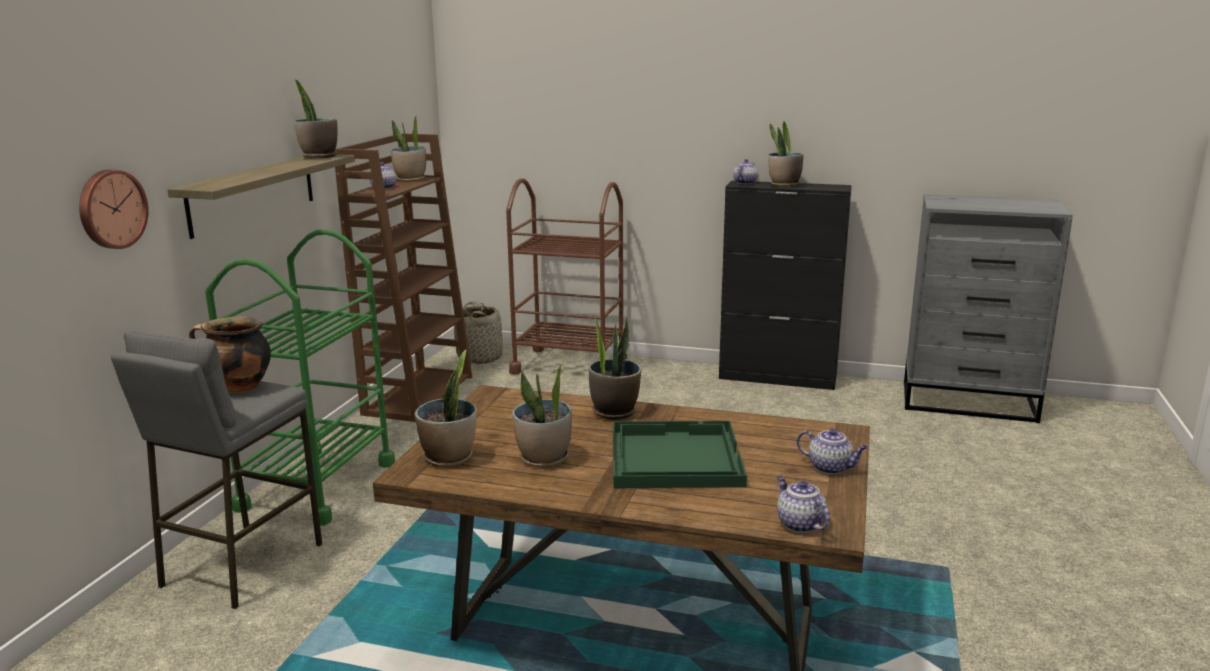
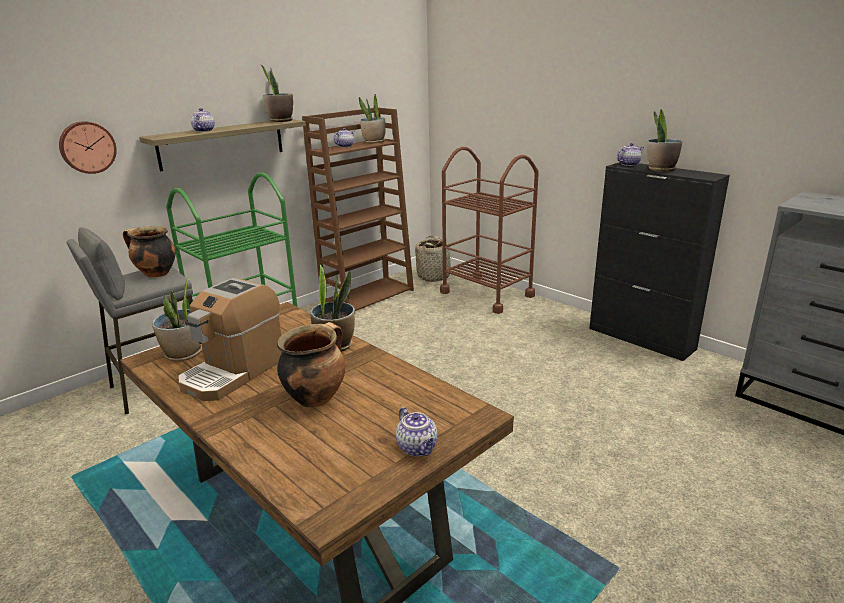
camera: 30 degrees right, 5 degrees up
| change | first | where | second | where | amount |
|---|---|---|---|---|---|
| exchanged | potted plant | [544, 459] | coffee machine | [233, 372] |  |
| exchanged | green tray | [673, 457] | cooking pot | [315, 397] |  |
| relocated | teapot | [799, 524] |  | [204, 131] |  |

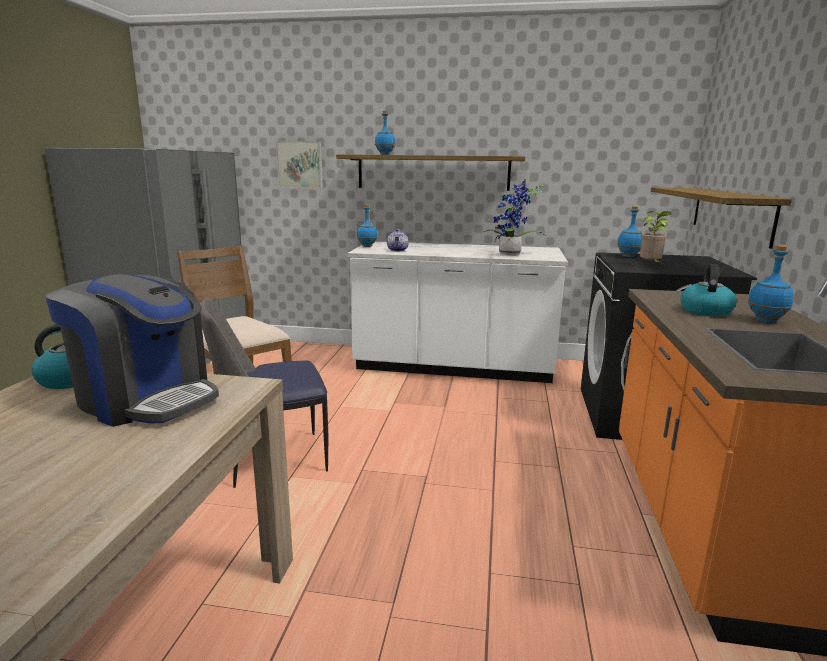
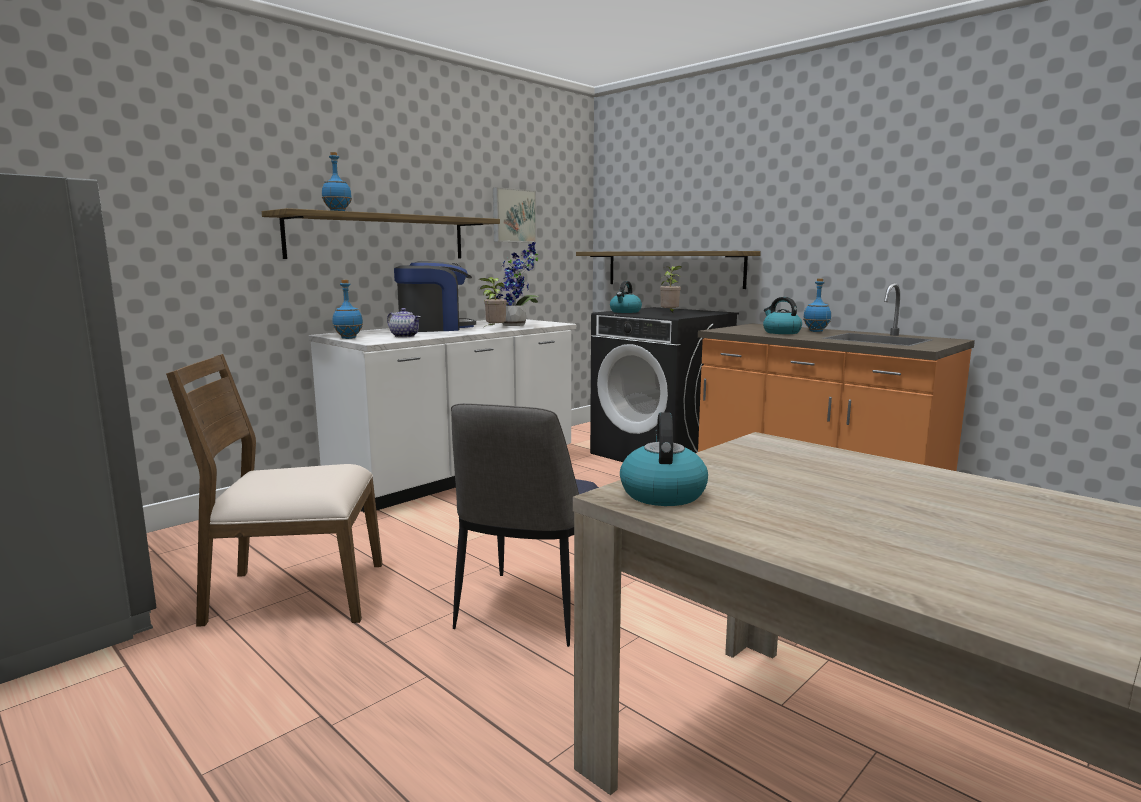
camera: 55 degrees left, 5 degrees down
| change | first | where | second | where | amount |
|---|---|---|---|---|---|
| relocated | picture | [300, 165] |  | [513, 216] |  |
| exchanged | blue bottle | [629, 256] | kettle | [625, 312] |  |
| relocated | coffee machine | [146, 399] |  | [435, 328] |  |
| appeared |  |  | potted plant | [494, 330] |  |

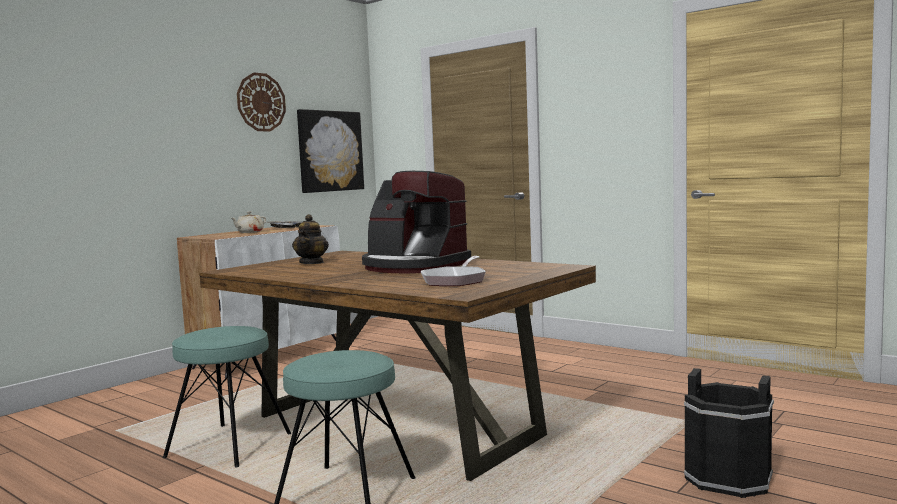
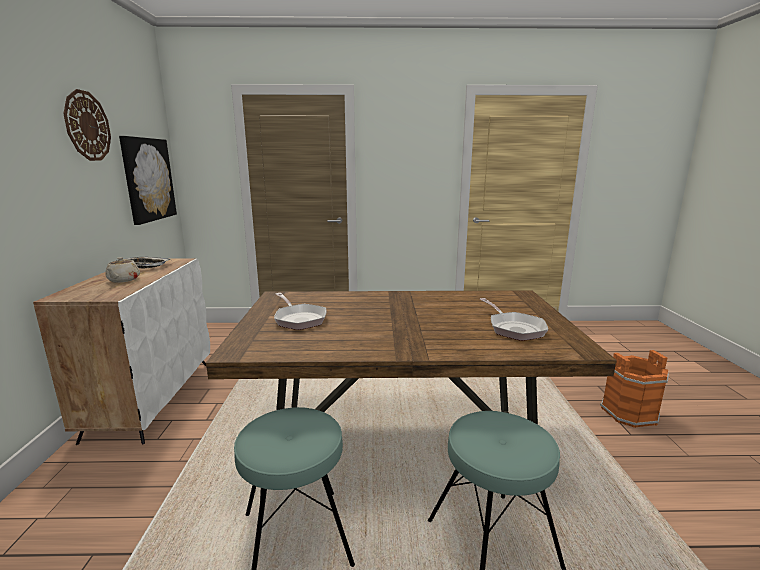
camera: 40 degrees left, 10 degrees up
| change | first | where | second | where | amount |
|---|---|---|---|---|---|
| missing | coffee machine | [413, 266] |  |  |  |
| exchanged | teapot | [312, 263] | frying pan | [299, 319] |  |
| colour | black bucket | [728, 478] | orange bucket | [628, 412] |  |

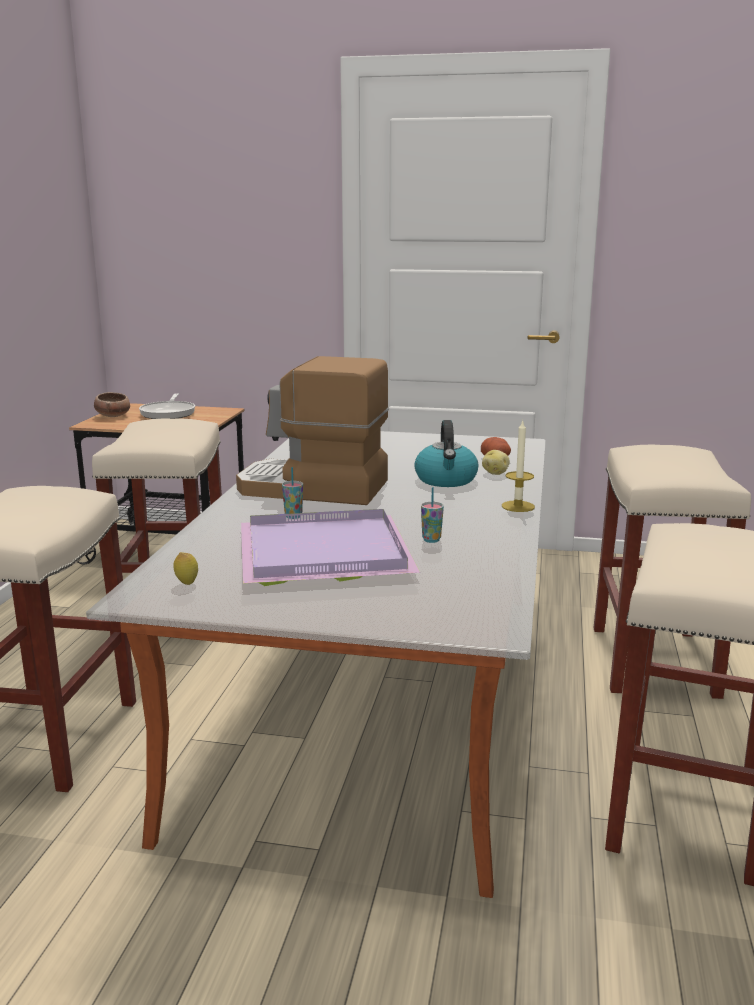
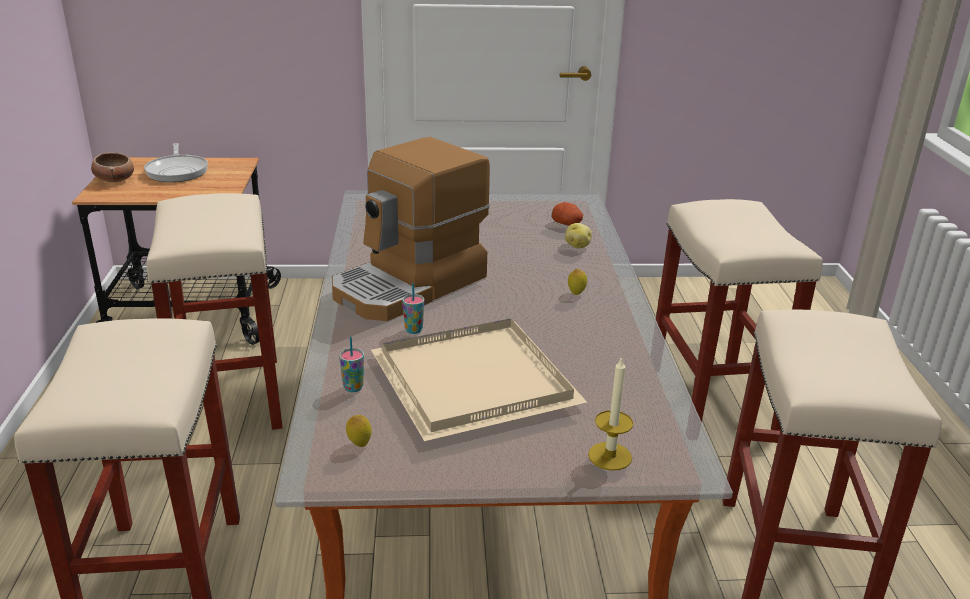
camera: 15 degrees left, 10 degrees up
| change | first | where | second | where | amount |
|---|---|---|---|---|---|
| spun | coffee machine | [312, 488] |  | [410, 285] | 45 degrees counterclockwise |
| relocated | candle | [518, 506] |  | [610, 456] |  |
| missing | kettle | [446, 480] |  |  |  |
| relocated | cup | [431, 540] |  | [353, 388] |  |
| colour | purple tray | [321, 554] | beige tray | [472, 384] |  |
| appeared |  |  | lemon | [576, 293] |  |

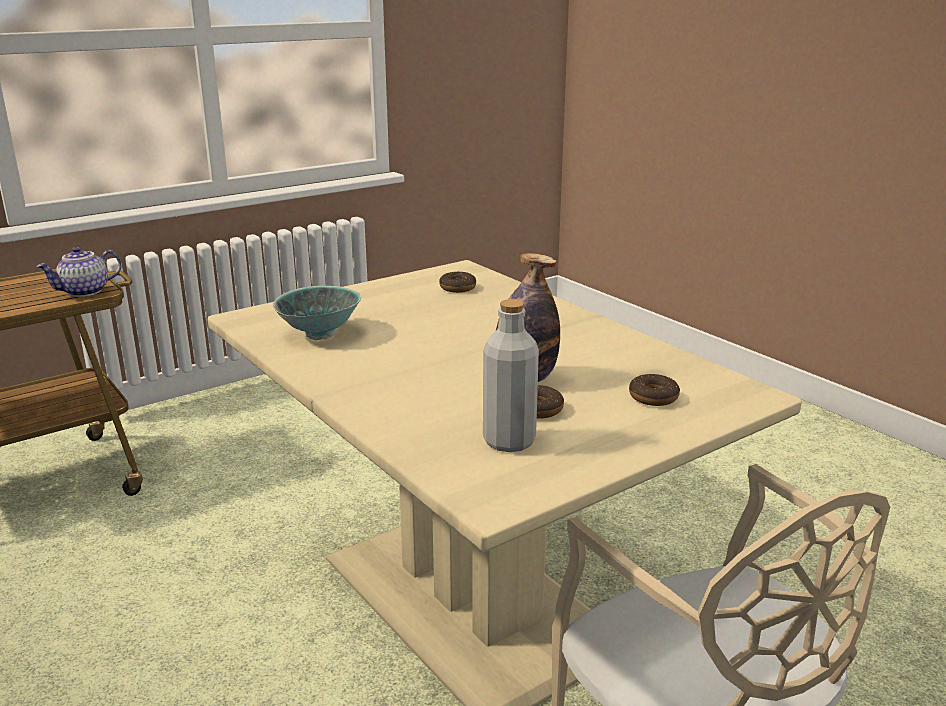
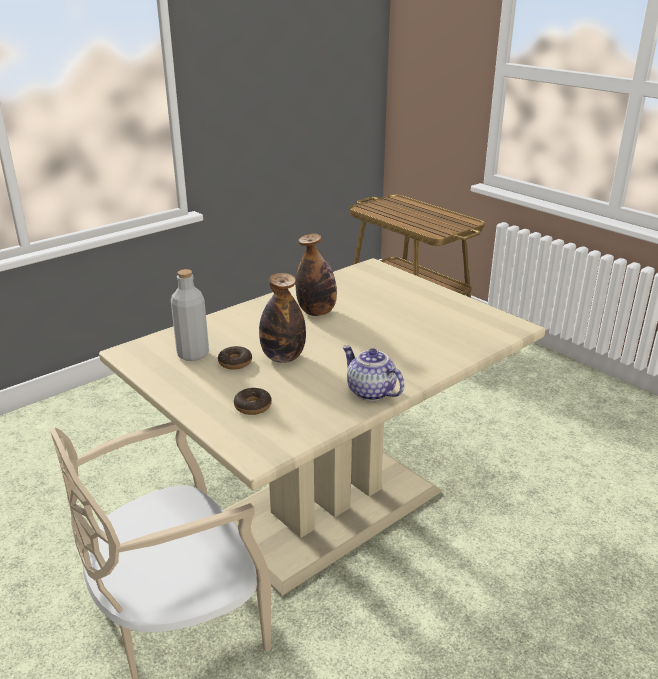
camera: 85 degrees right, 5 degrees up
| change | first | where | second | where | amount |
|---|---|---|---|---|---|
| relocated | teapot | [84, 292] |  | [370, 392] |  |
| missing | donut | [457, 288] |  |  |  |
| missing | bowl | [320, 334] |  |  |  |
| appeared |  |  | bottle | [317, 312] |  |

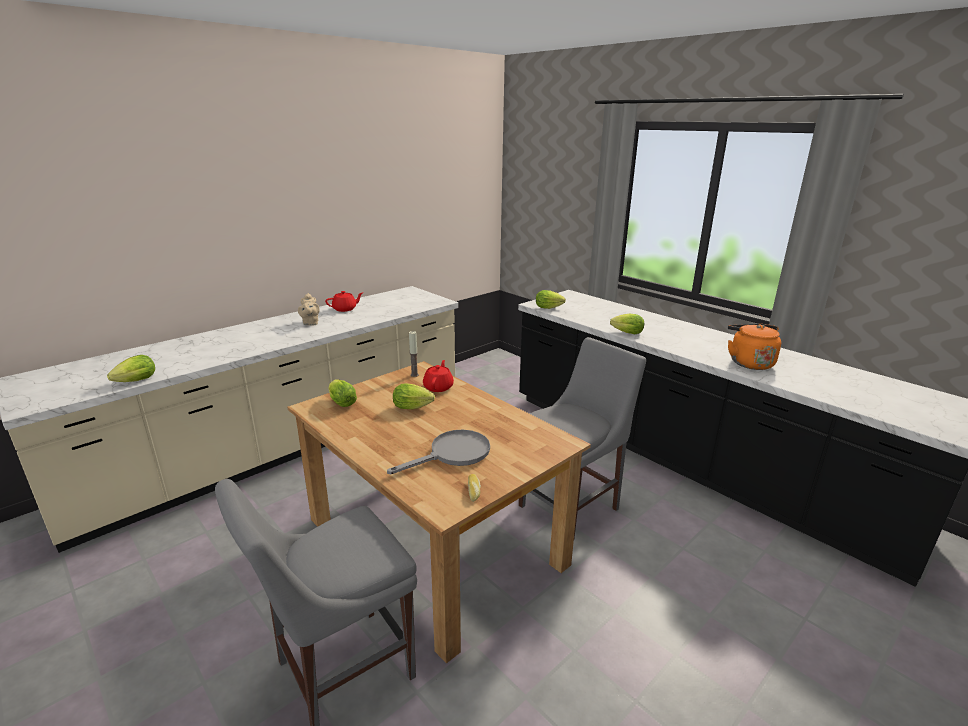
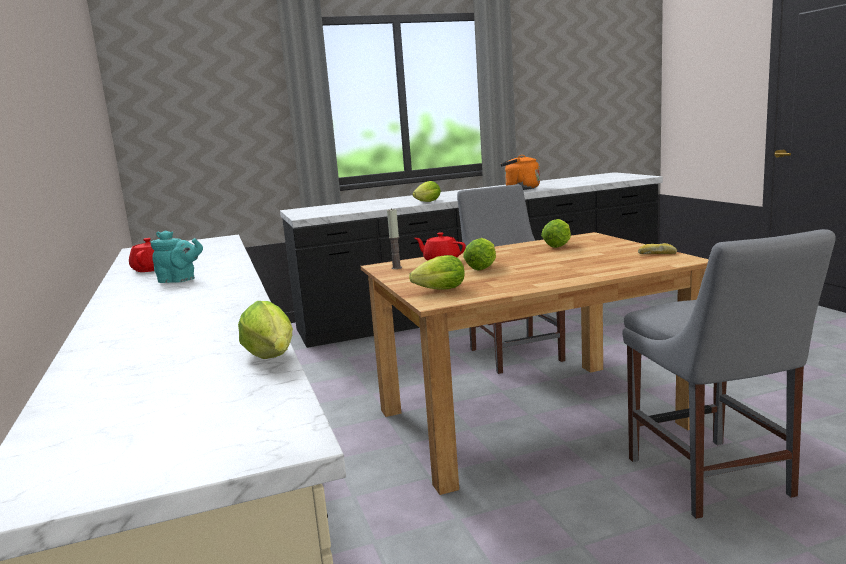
camera: 65 degrees left, 10 degrees down
| change | first | where | second | where | amount |
|---|---|---|---|---|---|
| relocated | lettuce | [550, 308] |  | [558, 245] |  |
| colour | beige teapot | [310, 323] | turquoise teapot | [179, 280] |  |
| missing | grey frying pan | [453, 454] |  |  |  |

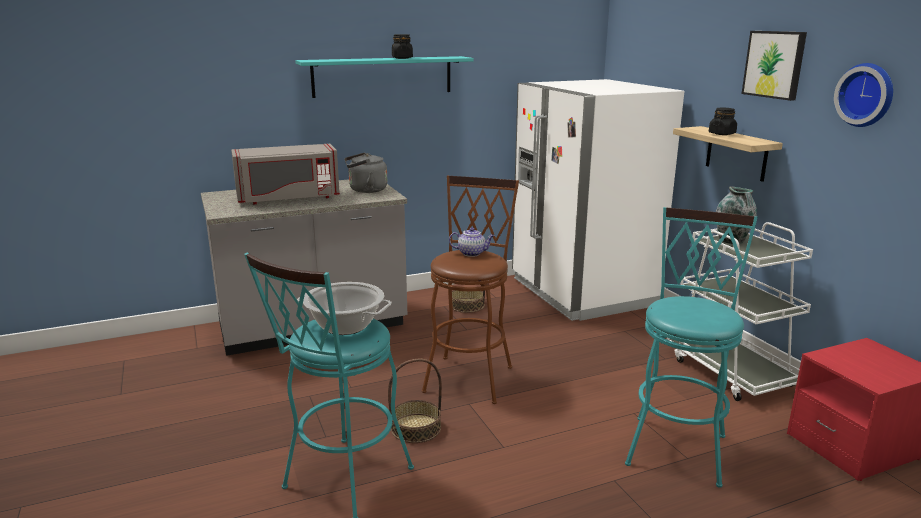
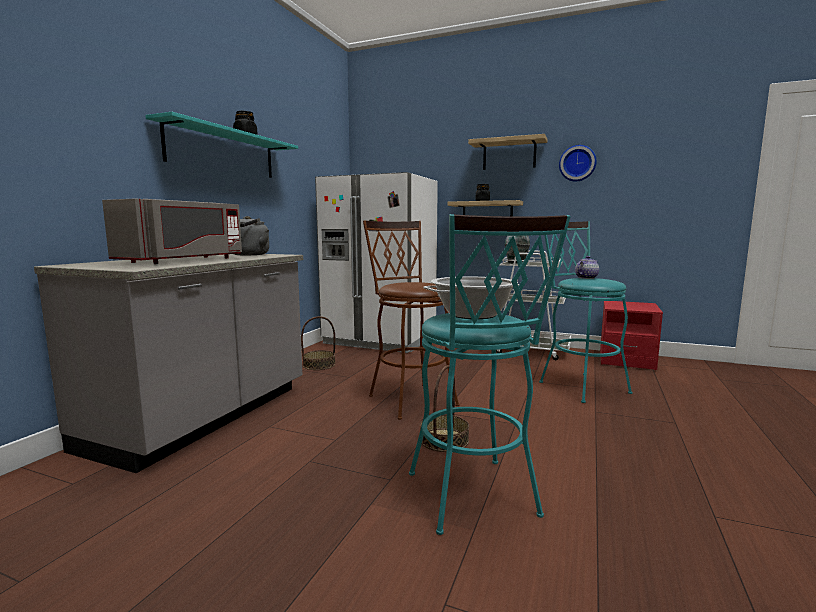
camera: 45 degrees left, 10 degrees down
| change | first | where | second | where | amount |
|---|---|---|---|---|---|
| exchanged | picture | [774, 64] | shelf | [509, 154] |  |
| relocated | teapot | [472, 253] |  | [586, 278] |  |

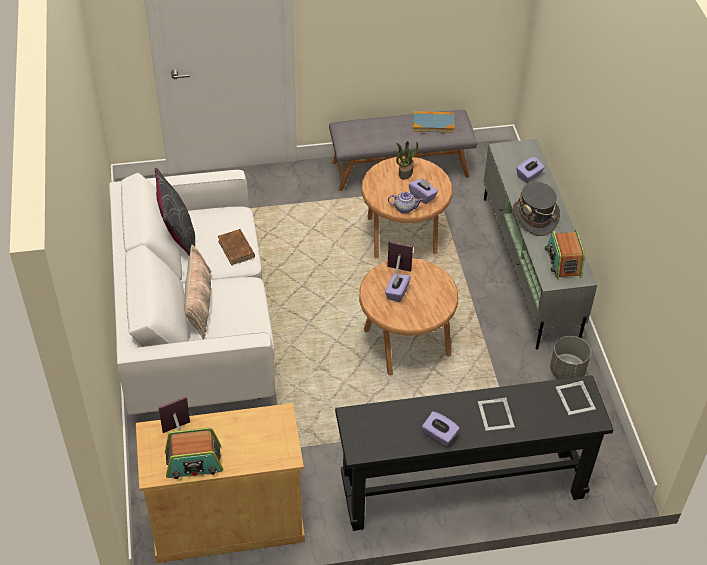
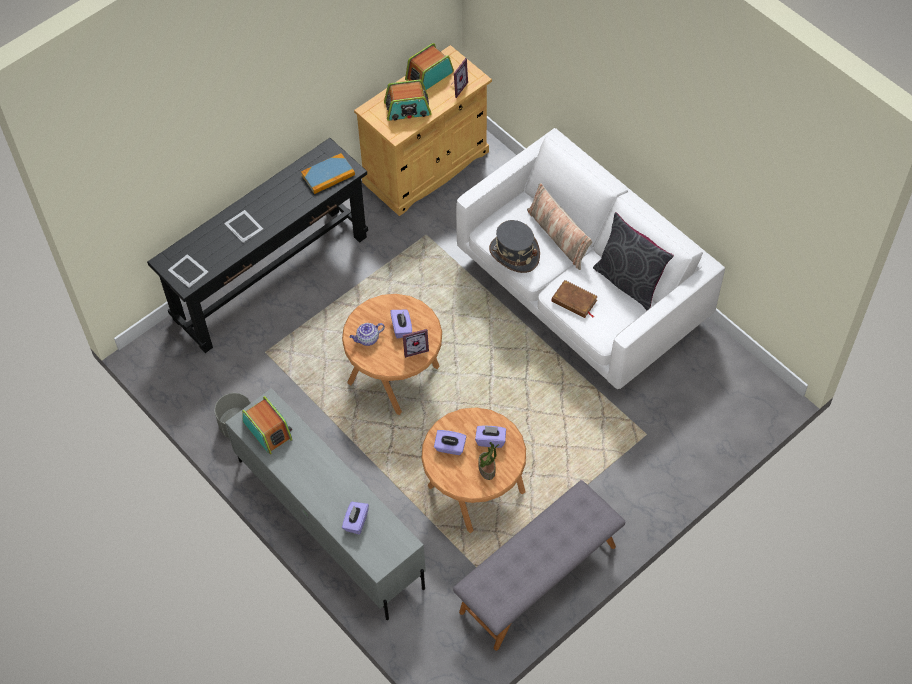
camera: 150 degrees right, 10 degrees up
| change | first | where | second | where | amount |
|---|---|---|---|---|---|
| relocated | book | [433, 123] |  | [328, 175] |  |
| relocated | grey hat | [535, 217] |  | [514, 253] |  |
| relocated | teapot | [405, 208] |  | [367, 339] |  |
| relocated | purple tissue box | [439, 435] |  | [490, 440] |  |
| appeared |  |  | radio | [407, 109] |  |

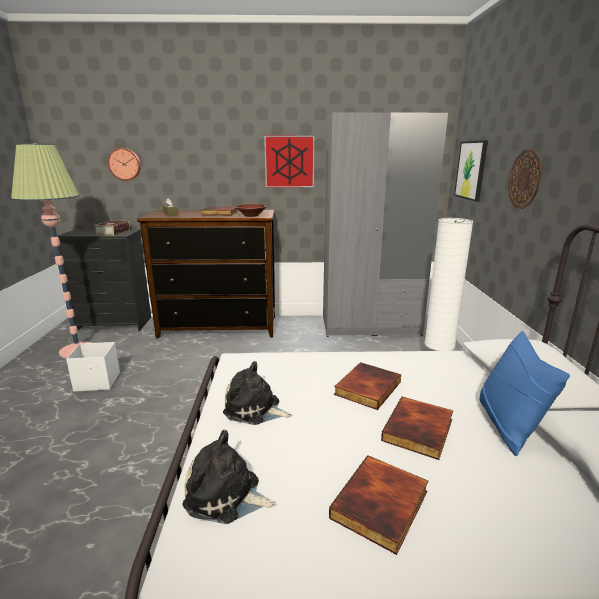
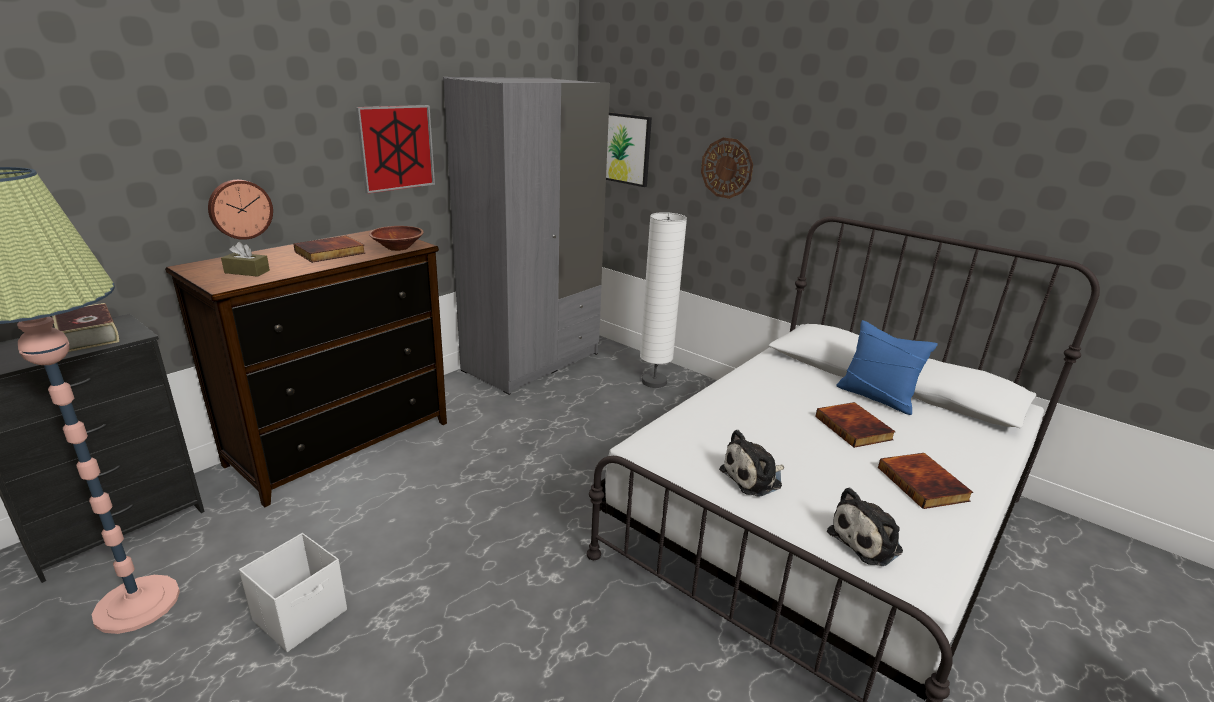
camera: 50 degrees left, 5 degrees up
| change | first | where | second | where | amount |
|---|---|---|---|---|---|
| relocated | wall clock | [125, 164] |  | [239, 209] |  |
| missing | book | [366, 387] |  |  |  |

